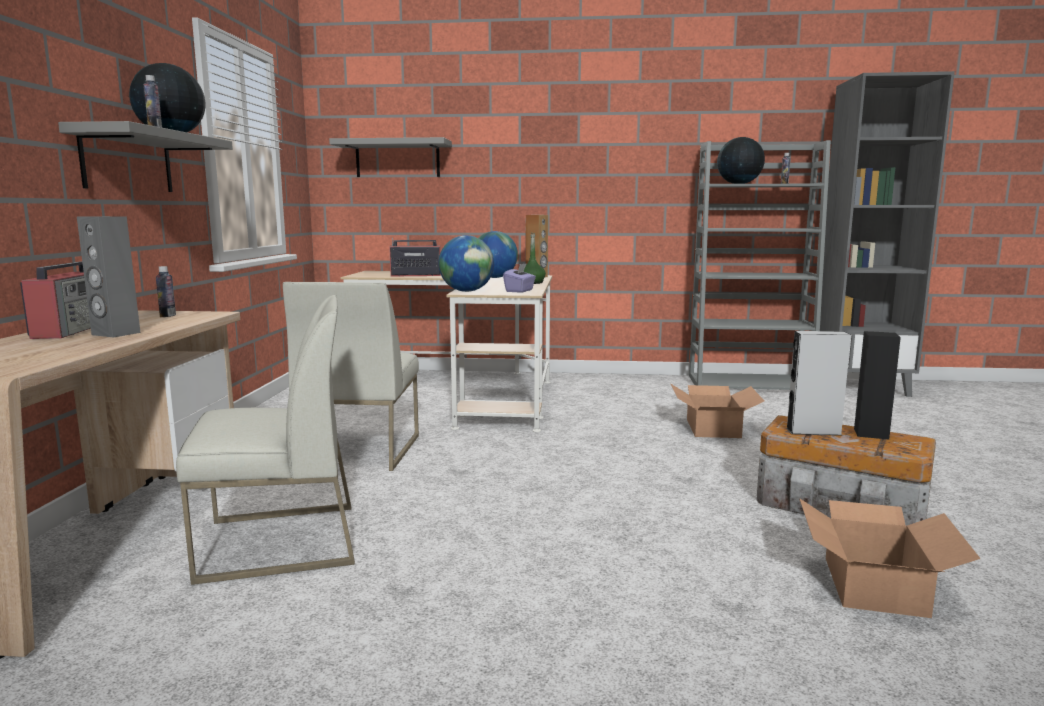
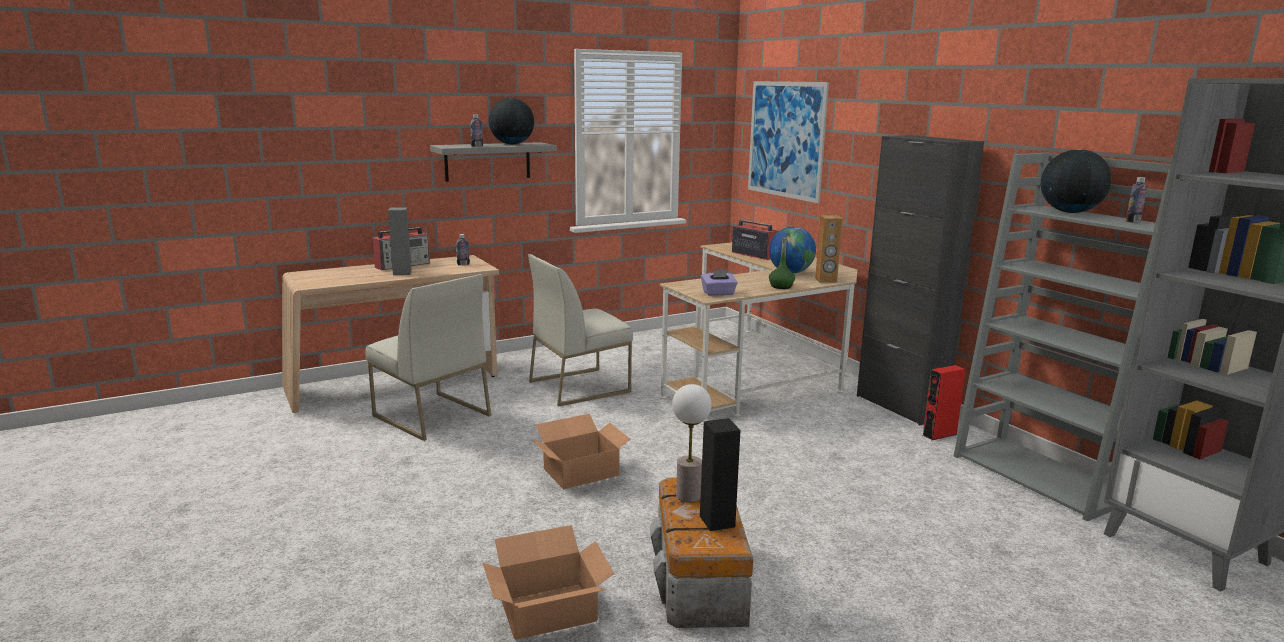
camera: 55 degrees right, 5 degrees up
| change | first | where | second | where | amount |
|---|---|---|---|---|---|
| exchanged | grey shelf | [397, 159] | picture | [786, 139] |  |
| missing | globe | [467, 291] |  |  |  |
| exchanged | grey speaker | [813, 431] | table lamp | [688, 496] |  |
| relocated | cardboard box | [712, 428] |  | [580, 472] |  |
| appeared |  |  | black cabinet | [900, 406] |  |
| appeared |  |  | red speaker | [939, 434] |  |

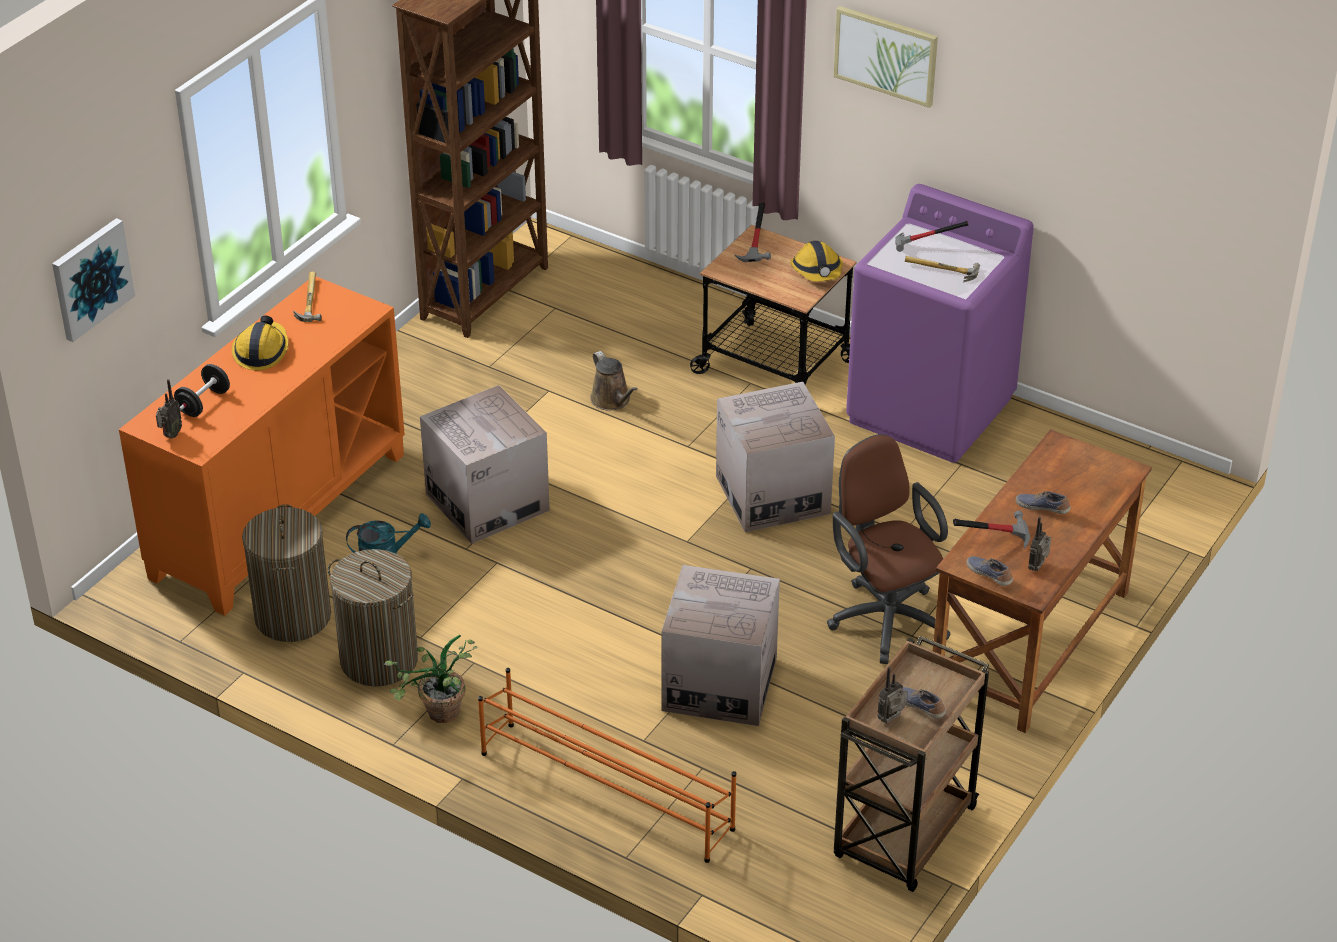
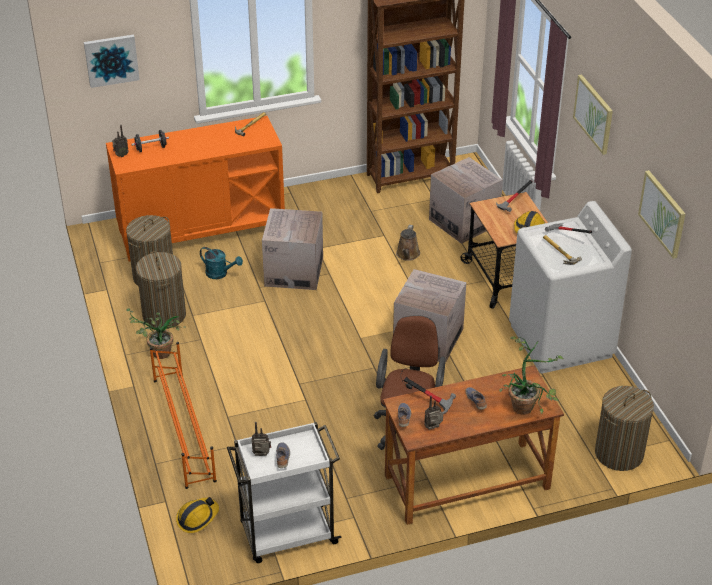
camera: 40 degrees right, 0 degrees up
| change | first | where | second | where | amount |
|---|---|---|---|---|---|
| colour | purple washing machine | [931, 410] | white washing machine | [561, 341] |  |
| relocated | hard hat | [261, 351] |  | [197, 518] |  |
| relocated | cardboard box | [719, 684] |  | [464, 222] |  |
| colour | brown cart | [903, 835] | white cart | [287, 534] |  |
| appeared |  |  | picture | [663, 213] |  |
| appeared |  |  | potted plant | [527, 405] |  |
| appeared |  |  | laundry basket | [619, 453] |  |

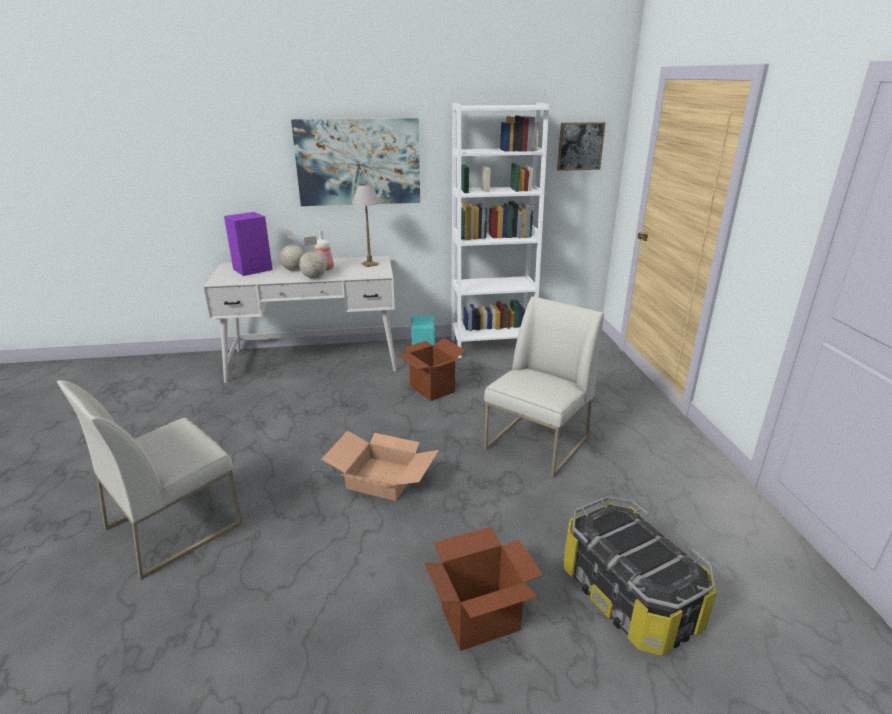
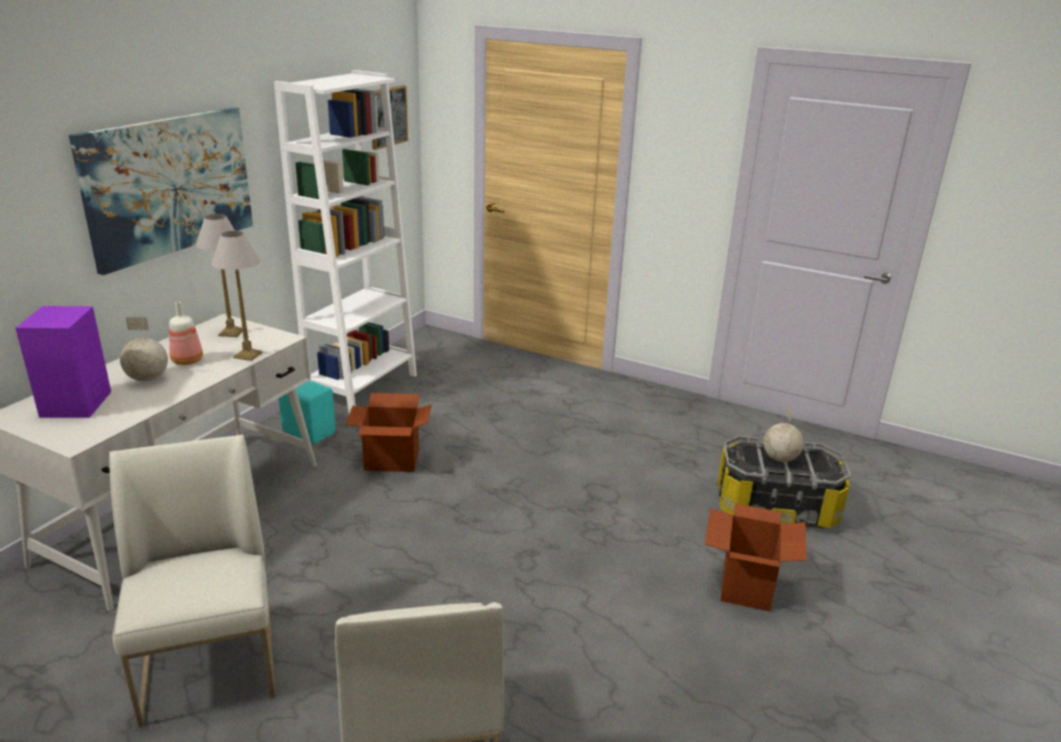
camera: 55 degrees left, 0 degrees up
| change | first | where | second | where | amount |
|---|---|---|---|---|---|
| relocated | globe | [314, 277] |  | [780, 458] |  |
| relocated | white chair | [537, 444] |  | [210, 662] |  |
| missing | cardboard box | [383, 478] |  |  |  |
| appeared |  |  | table lamp | [247, 355] |  |

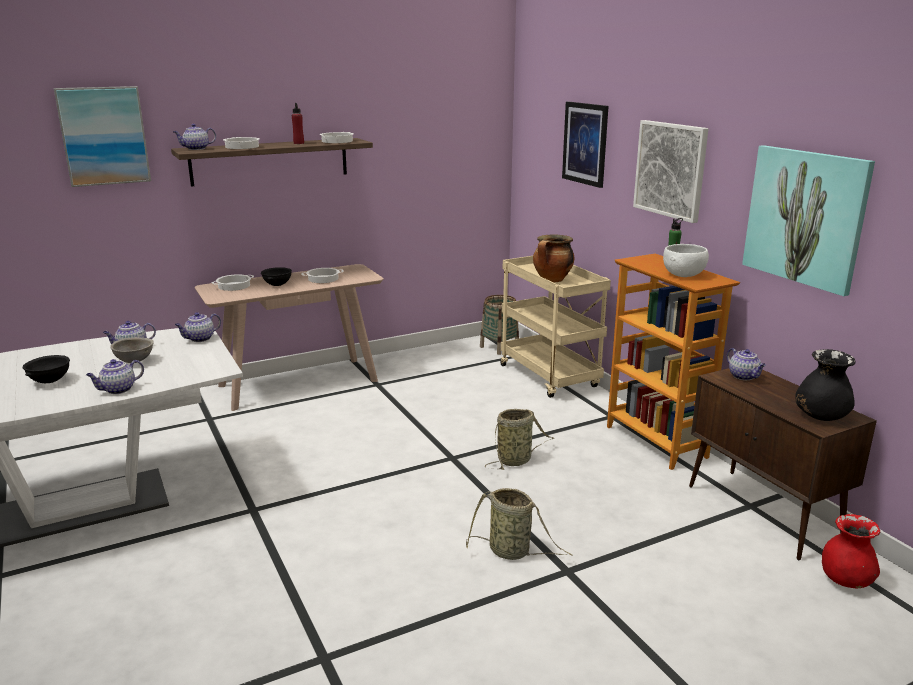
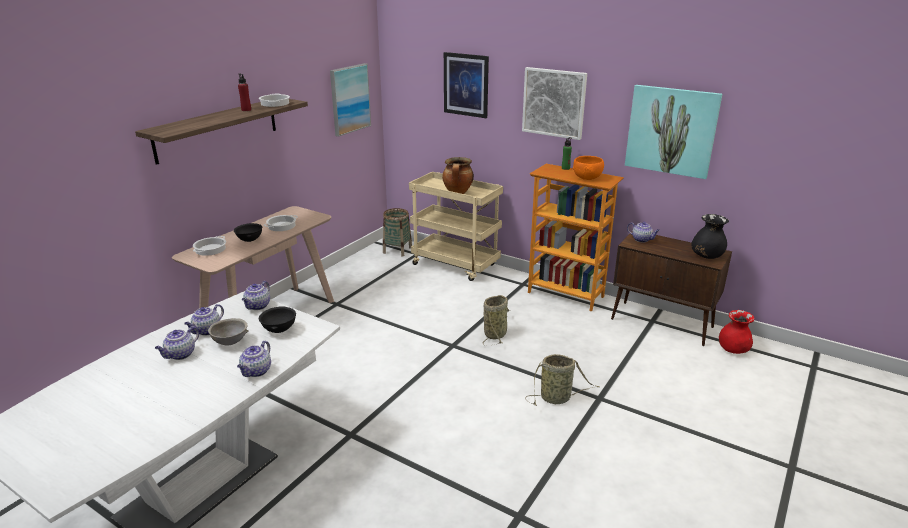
camera: 30 degrees left, 5 degrees up
| change | first | where | second | where | amount |
|---|---|---|---|---|---|
| relocated | picture | [104, 136] |  | [349, 99] |  |
| relocated | teapot | [196, 149] |  | [180, 355] |  |
| missing | cooking pot | [241, 147] |  |  |  |
| colour | white bowl | [684, 275] | orange bowl | [587, 178] |  |
| relocated | black bowl | [49, 381] |  | [279, 330] |  |

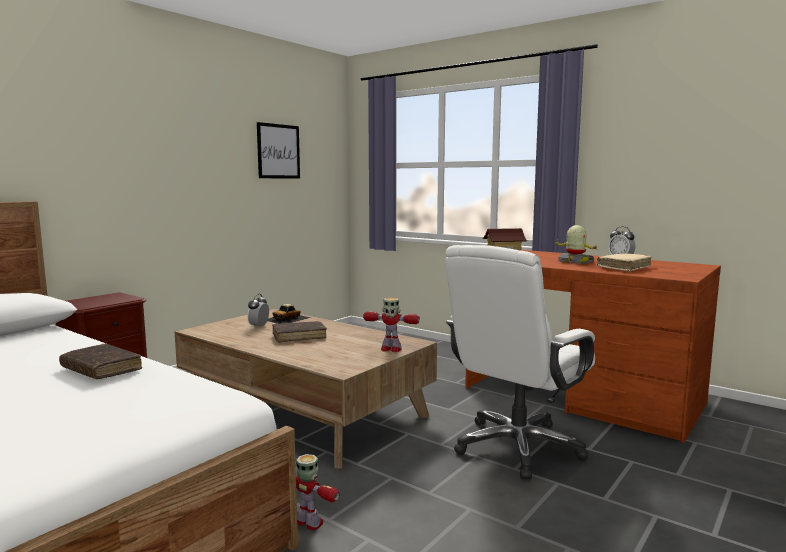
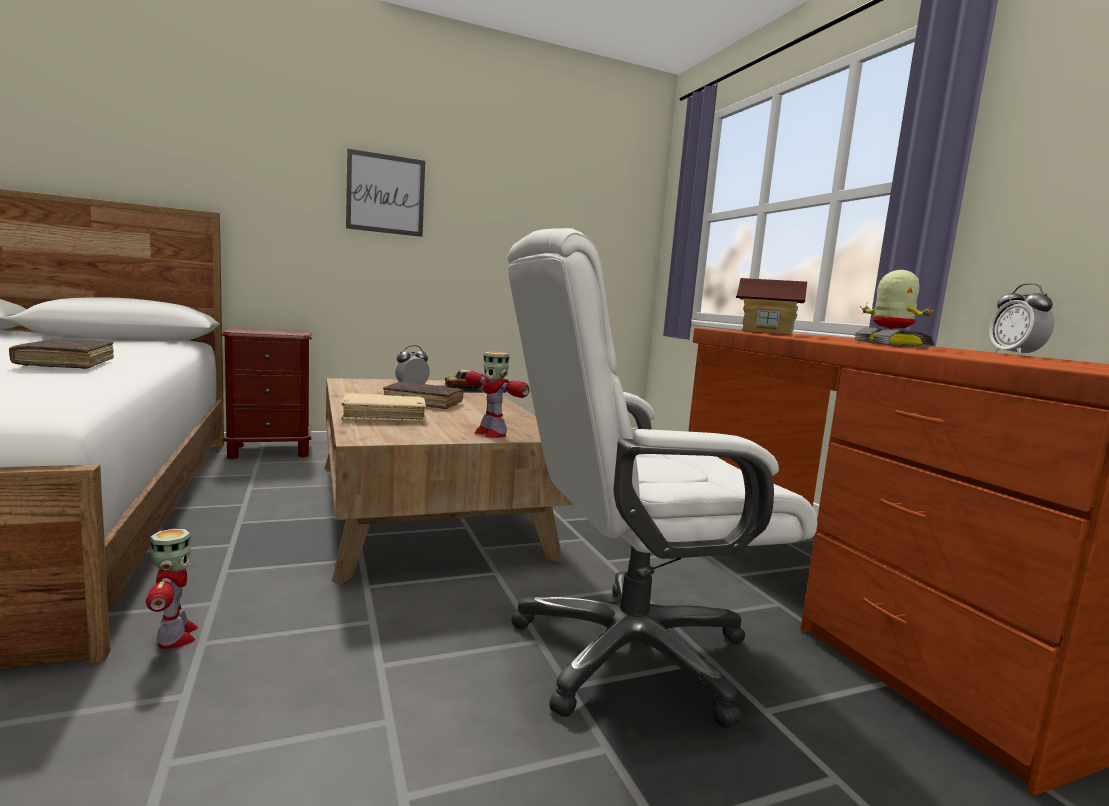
camera: 30 degrees right, 0 degrees up
| change | first | where | second | where | amount |
|---|---|---|---|---|---|
| relocated | picture | [278, 151] |  | [385, 194] |  |
| relocated | beige book | [624, 268] |  | [384, 417] |  |

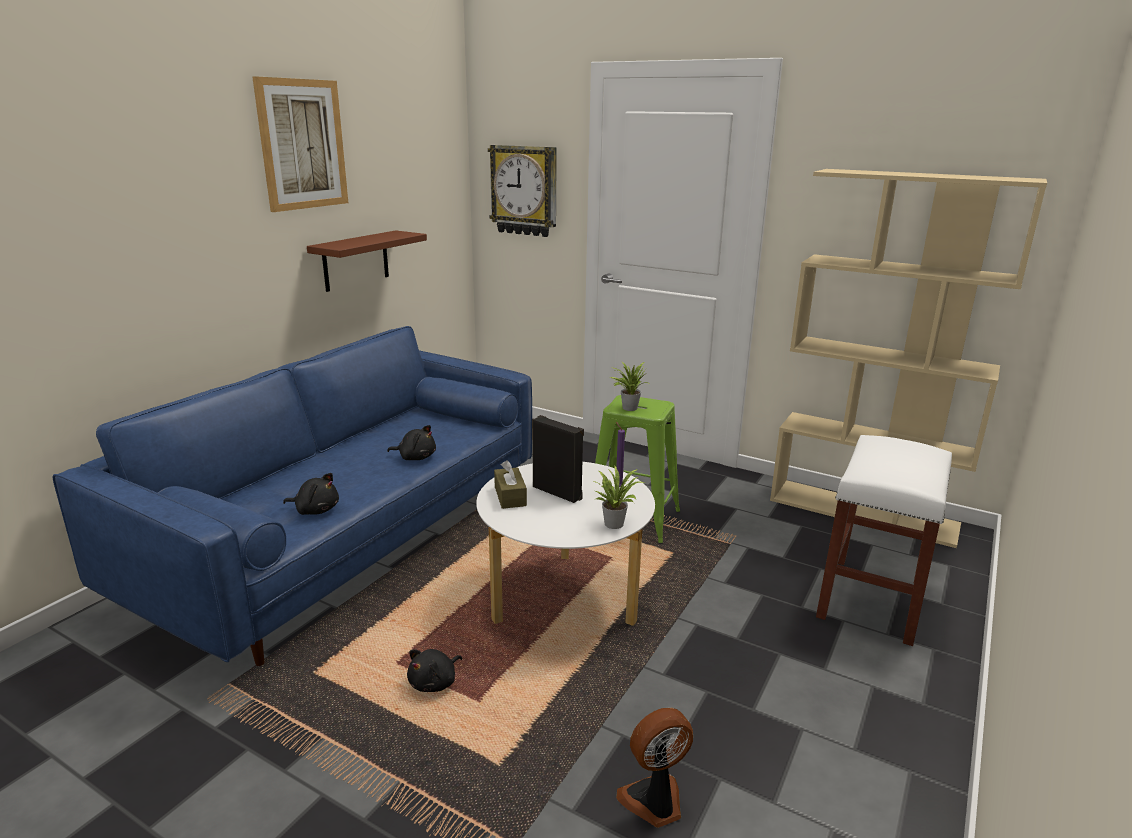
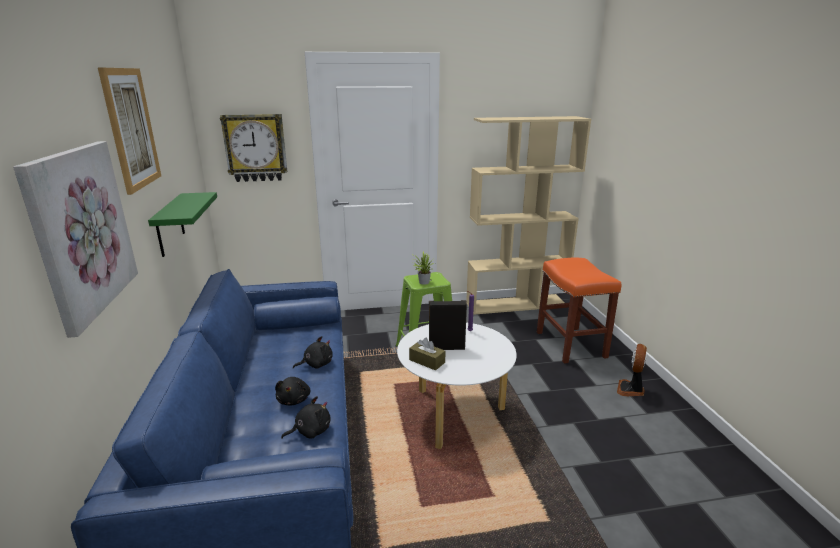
camera: 40 degrees left, 0 degrees up
| change | first | where | second | where | amount |
|---|---|---|---|---|---|
| colour | brown shelf | [356, 260] | green shelf | [169, 225] |  |
| colour | white stool | [872, 601] | orange stool | [571, 345] |  |
| missing | potted plant | [614, 522] |  |  |  |
| relocated | black plush toy | [435, 682] |  | [294, 399] |  |
| relocated | fan | [654, 802] |  | [631, 390] |  |
| appeared |  |  | picture | [81, 231] |  |

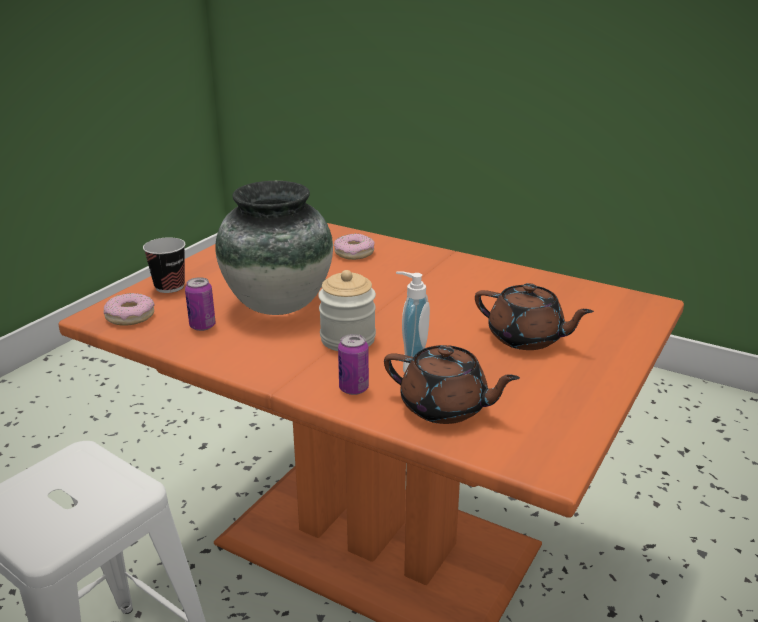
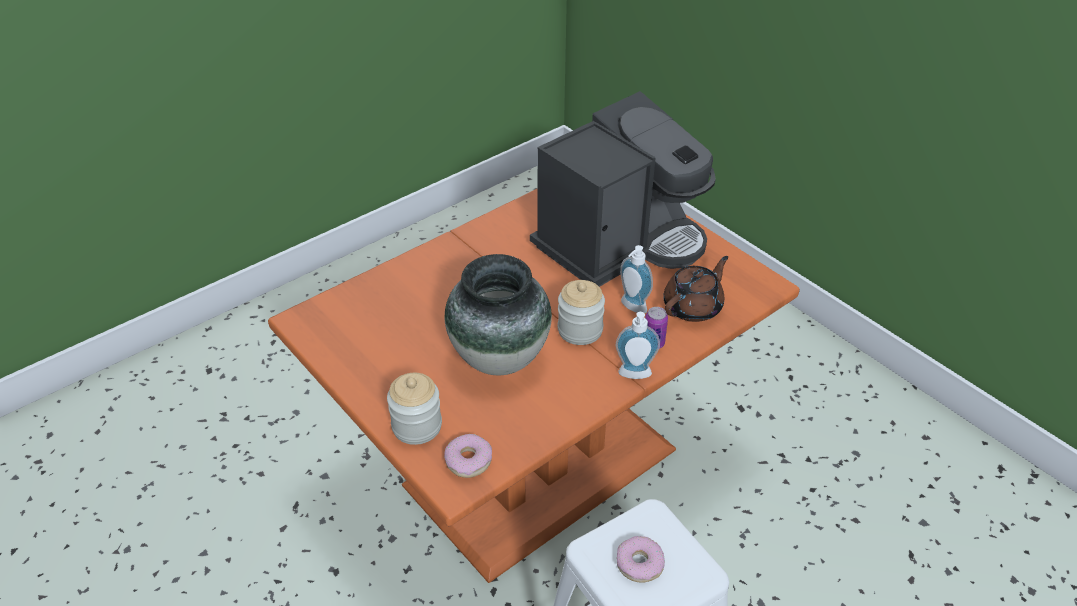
camera: 70 degrees left, 15 degrees up
| change | first | where | second | where | amount |
|---|---|---|---|---|---|
| relocated | donut | [354, 253] |  | [639, 563] |  |
| exchanged | cup | [169, 287] | jar | [417, 426] |  |
| missing | can | [202, 326] |  |  |  |
| exchanged | brown teapot | [526, 338] | coffee machine | [620, 243] |  |
| appeared |  |  | soap dispenser | [635, 376] |  |

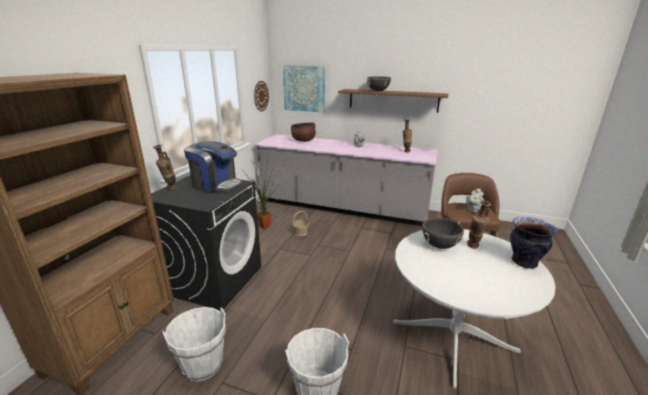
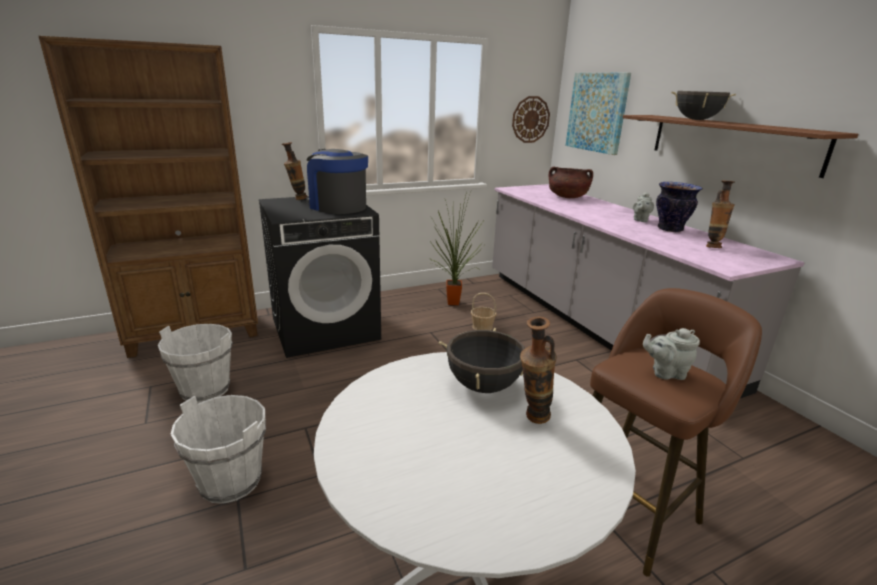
camera: 45 degrees right, 0 degrees up
| change | first | where | second | where | amount |
|---|---|---|---|---|---|
| spun | coffee machine | [216, 185] |  | [337, 207] | 150 degrees clockwise |
| relocated | vase | [524, 262] |  | [670, 229] |  |

